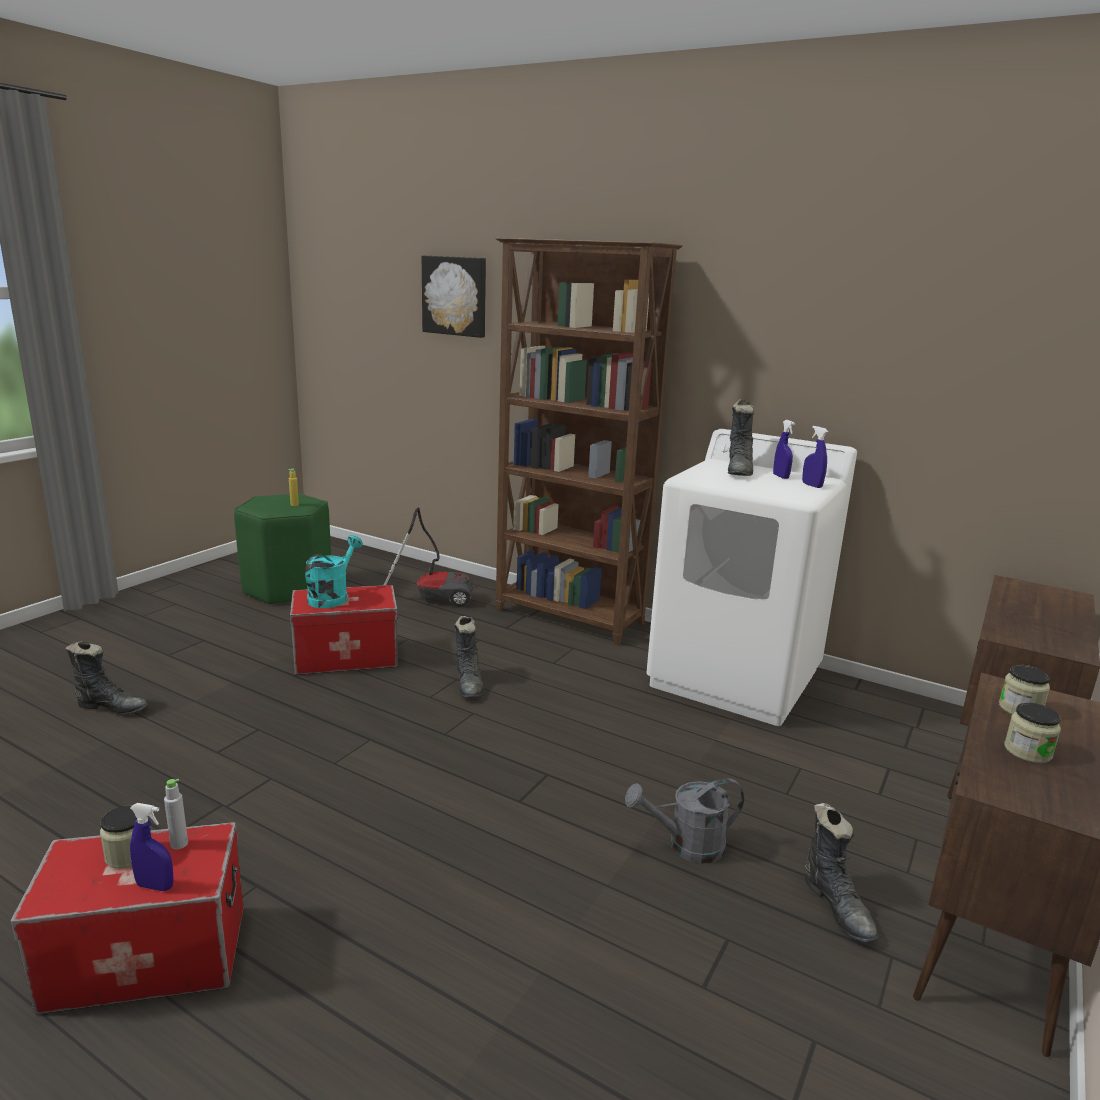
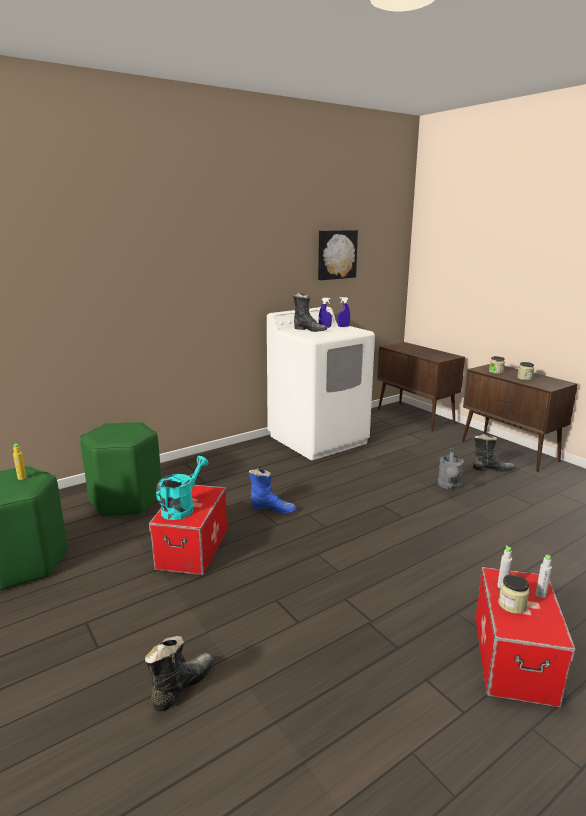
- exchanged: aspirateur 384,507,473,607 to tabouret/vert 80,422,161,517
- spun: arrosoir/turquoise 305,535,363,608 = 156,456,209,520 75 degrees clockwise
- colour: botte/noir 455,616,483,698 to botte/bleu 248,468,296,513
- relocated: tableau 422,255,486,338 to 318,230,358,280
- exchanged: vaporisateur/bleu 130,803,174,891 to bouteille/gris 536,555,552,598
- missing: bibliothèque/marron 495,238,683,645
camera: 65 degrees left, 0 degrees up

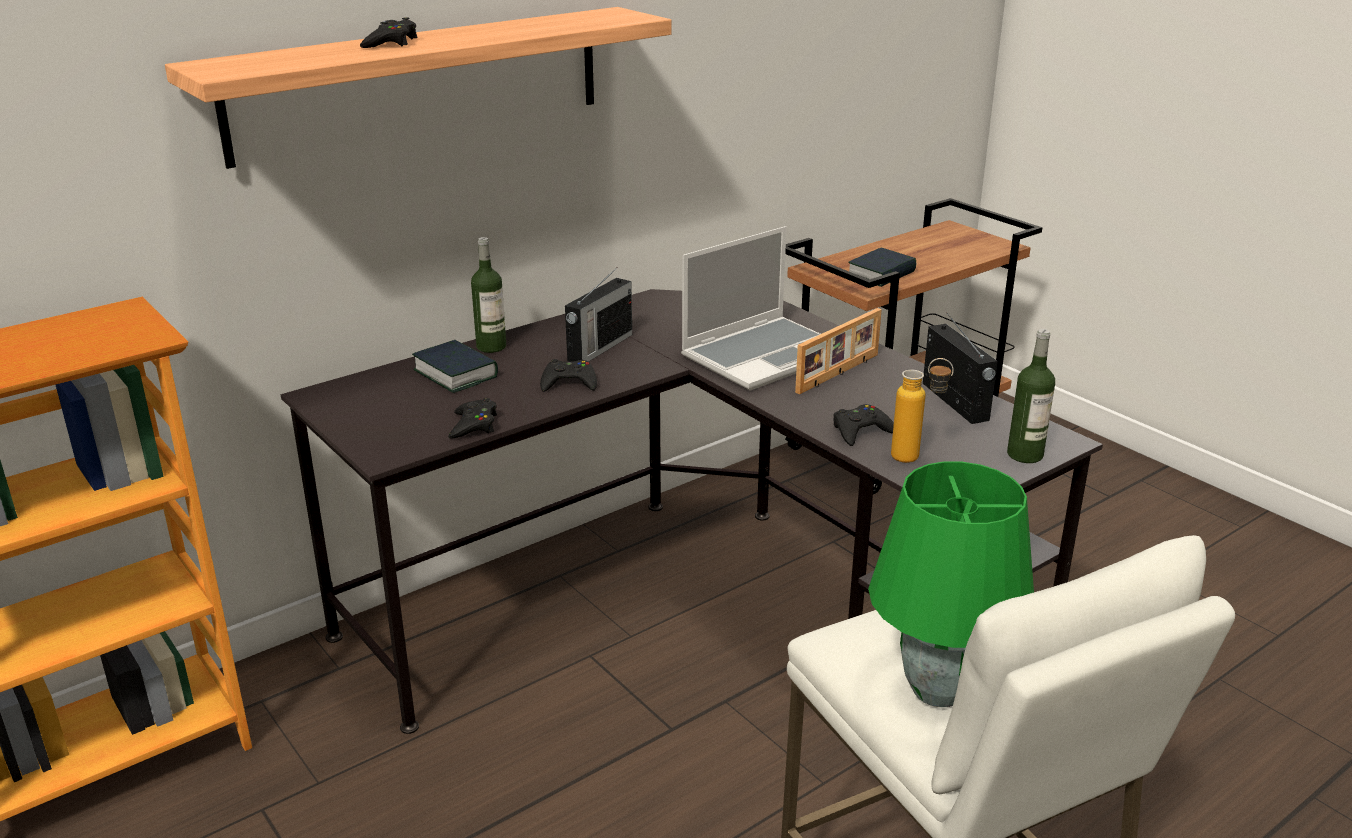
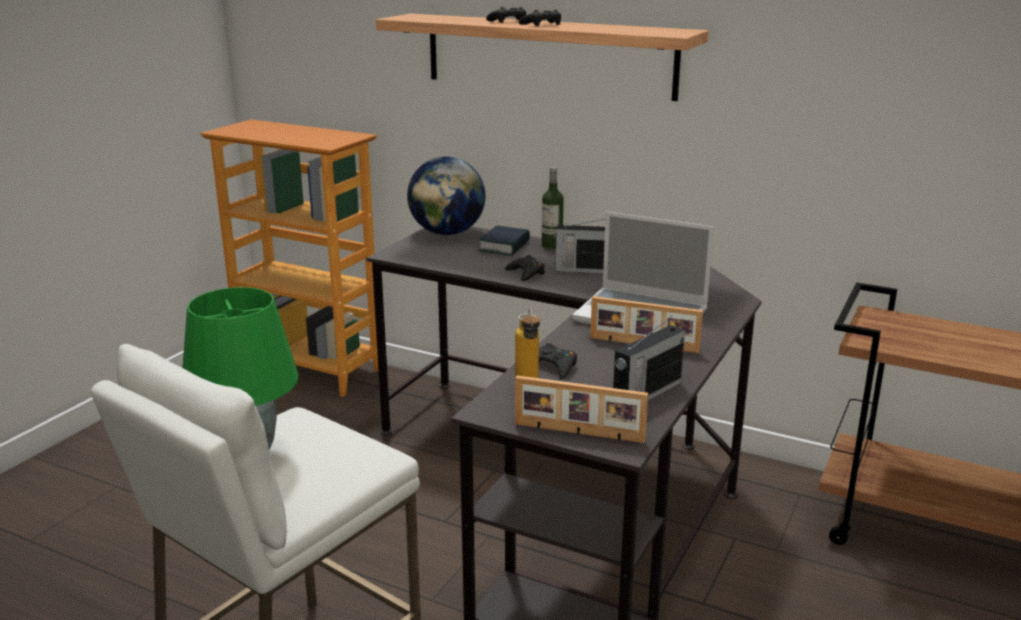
- appeared: globe 407,157,486,235
- exchanged: bouteille 1007,329,1055,463 to cadre photo 515,375,648,443
- relocated: manette/noir 448,398,497,439 to 518,10,561,26
- missing: livre 848,248,916,287
camera: 65 degrees right, 5 degrees down

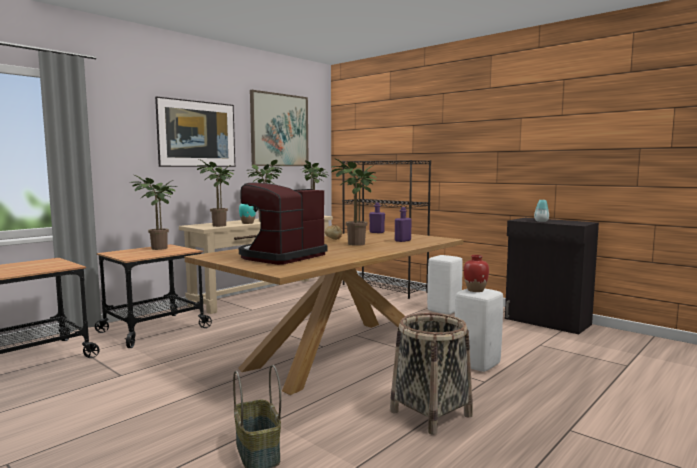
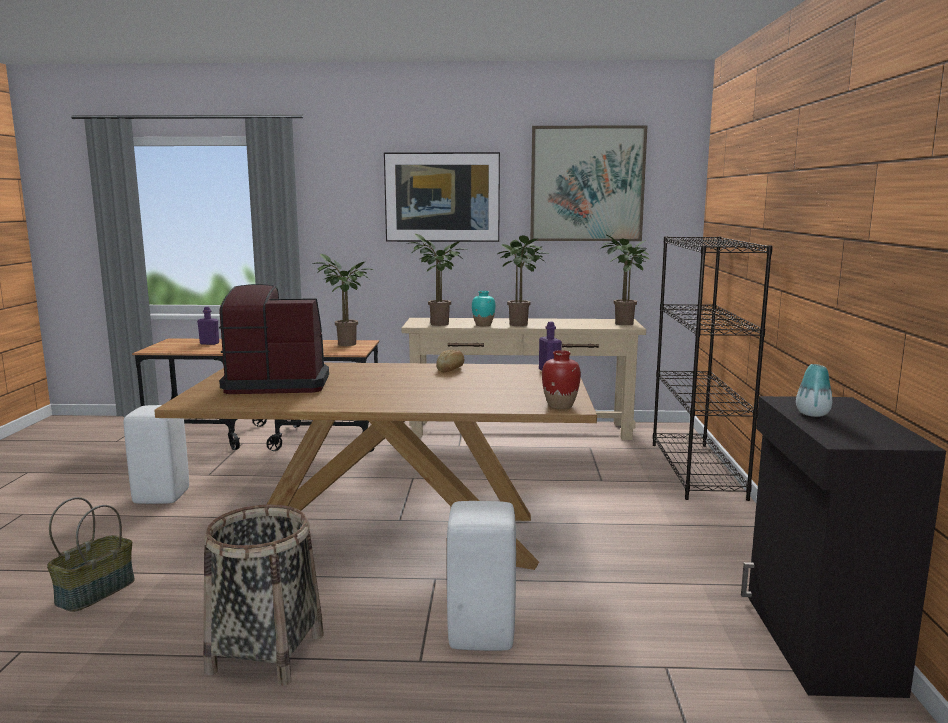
- relocated: tabouret/blanc 427,255,463,314 to 124,405,189,504
- relocated: bouteille/violet 395,207,412,242 to 197,307,219,345
- relocated: vase/rouge 464,255,489,292 to 542,350,581,409
- missing: plante en pot 331,158,377,246
camera: 50 degrees right, 5 degrees up

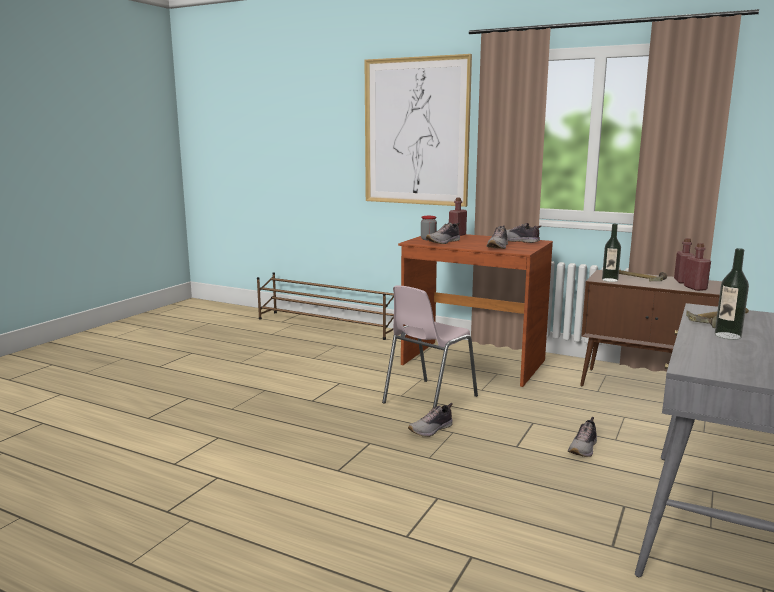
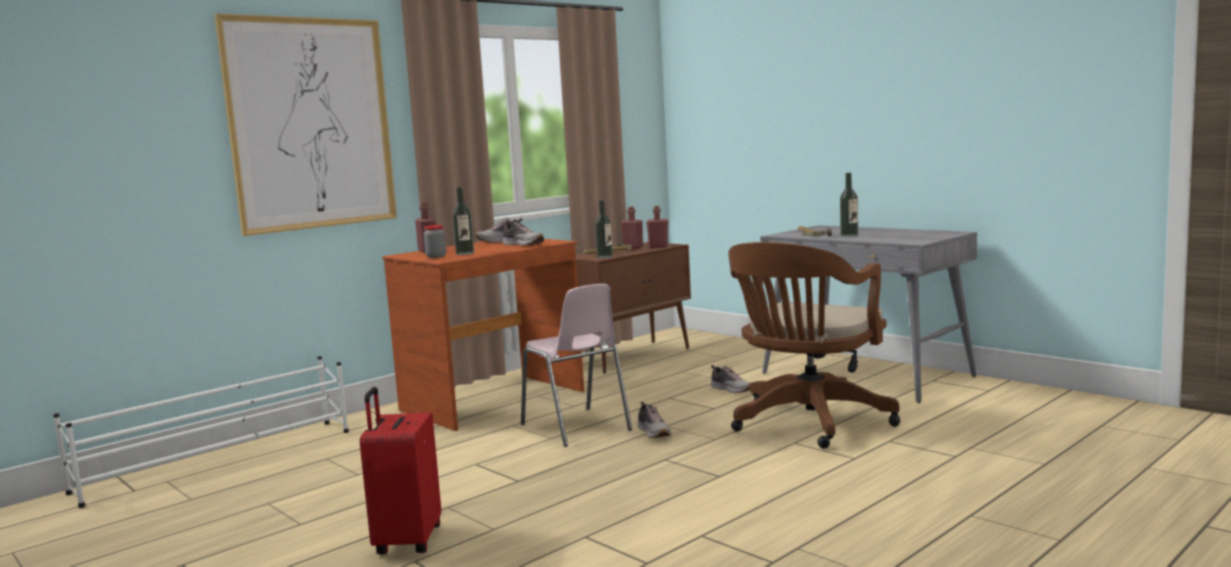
- colour: étagère à chaussures/marron 257,272,394,340 to étagère à chaussures/blanc 53,356,349,508
- appeared: valise/rouge 360,387,441,555
- exchanged: chaussure 426,222,460,244 to bouteille 453,187,474,255
- appeared: chaise de bureau/marron 728,242,900,449
camera: 70 degrees left, 5 degrees down

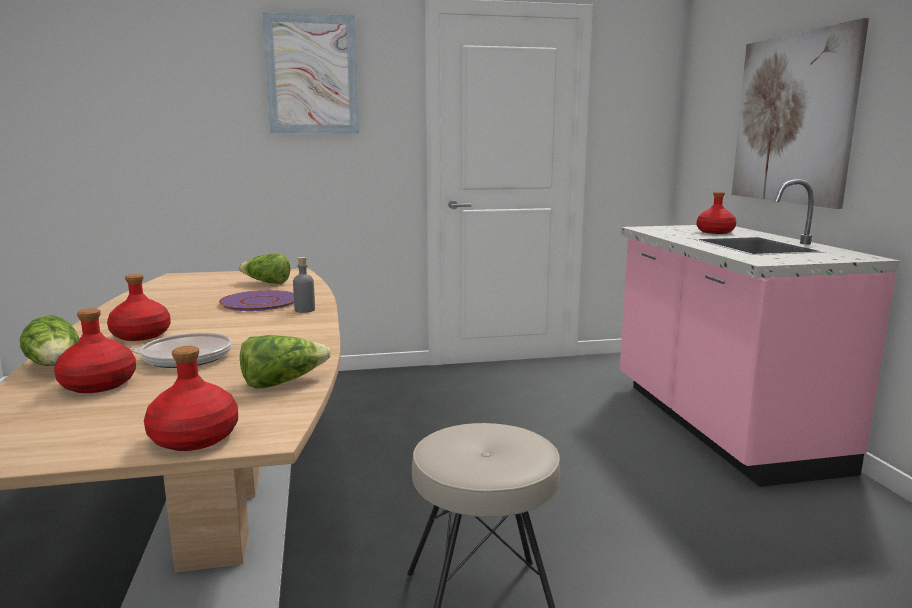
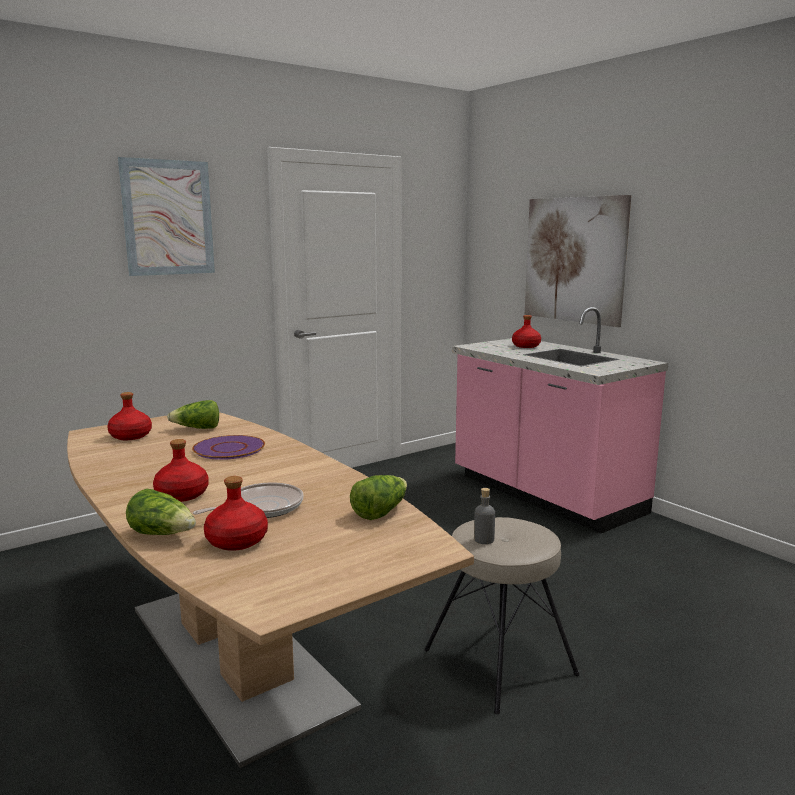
- relocated: bouteille/rouge 144,346,238,451 to 107,392,152,440
- relocated: bouteille/gris 293,257,315,313 to 474,488,495,544
camera: 25 degrees left, 0 degrees up

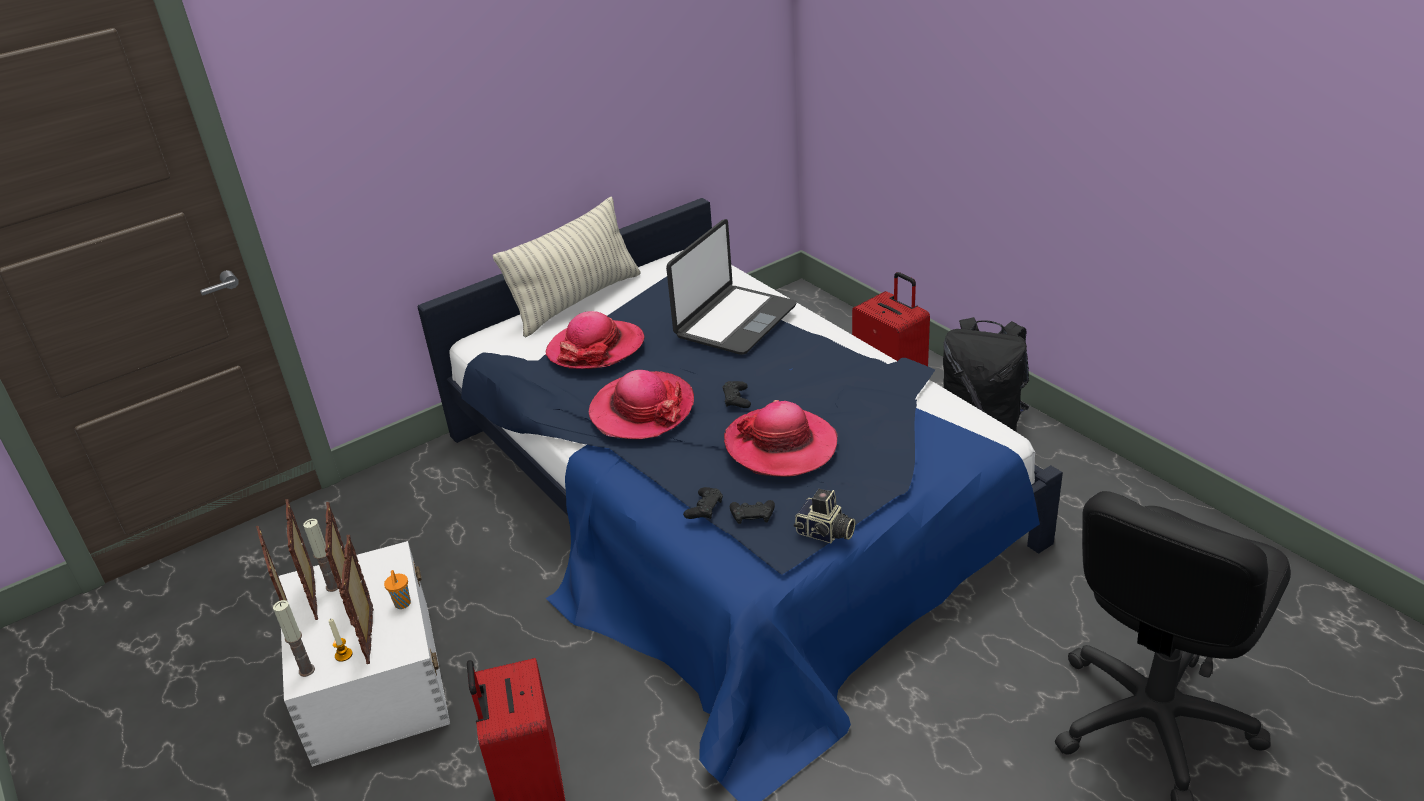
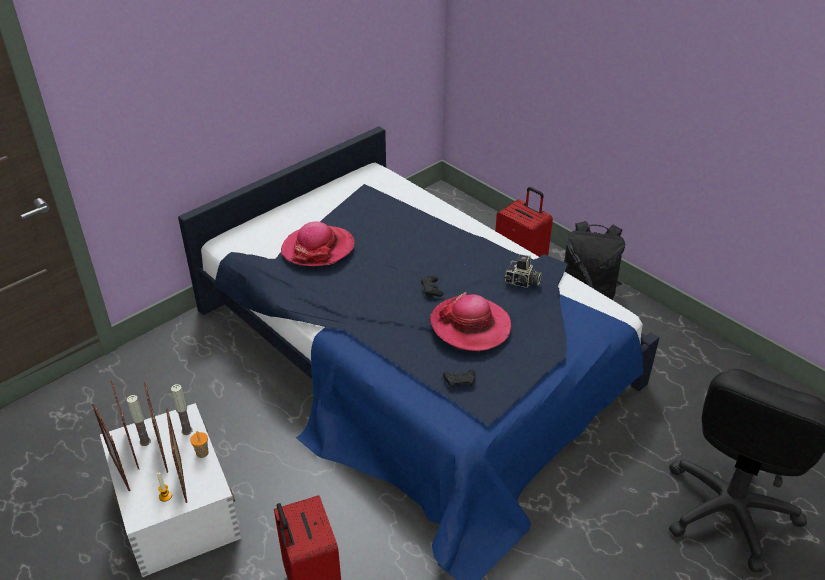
- relocated: bougie 273,600,315,677 to 171,384,193,435
- relocated: appareil photo 794,489,856,543 to 504,255,542,288
- missing: coussin 493,197,641,337
- missing: chapeau 589,370,694,439
- missing: ordinateur portable 666,219,797,355
- missing: manette/noir 683,487,723,519
camera: 10 degrees left, 5 degrees up

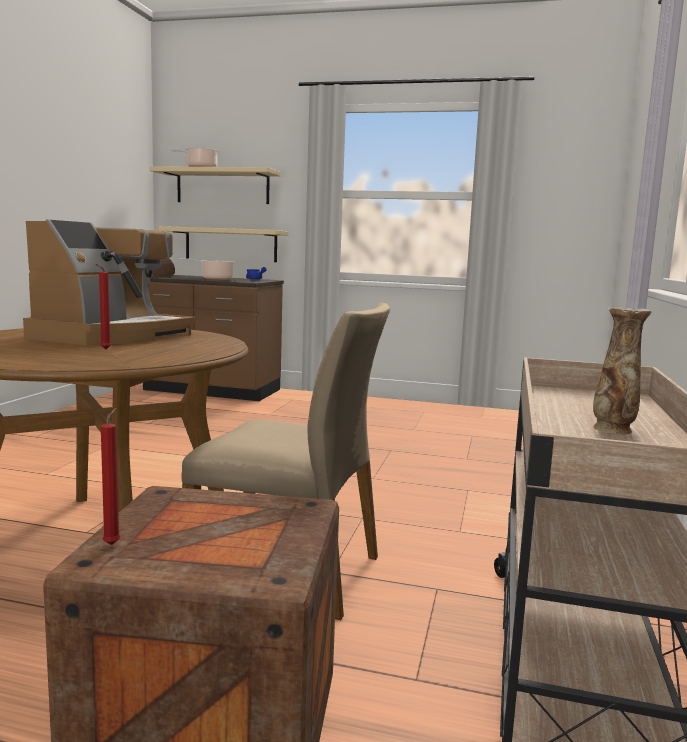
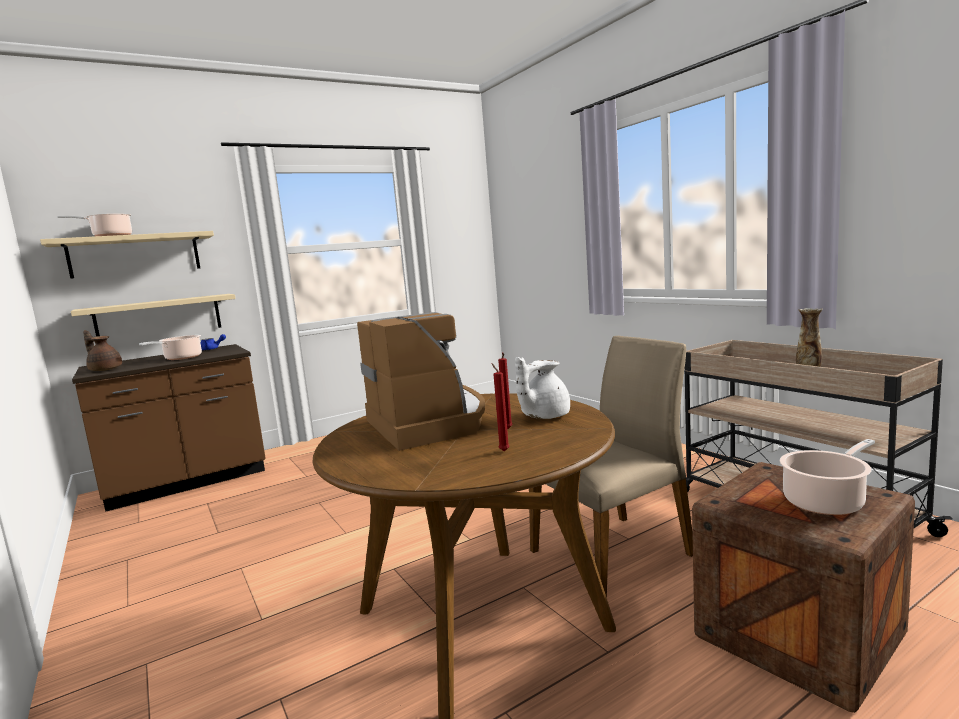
- relocated: bougie/rouge 101,408,121,545 to 491,363,510,452
- appeared: théière/blanc 515,357,570,419
- appeared: marmite 780,439,875,515
camera: 45 degrees left, 0 degrees up

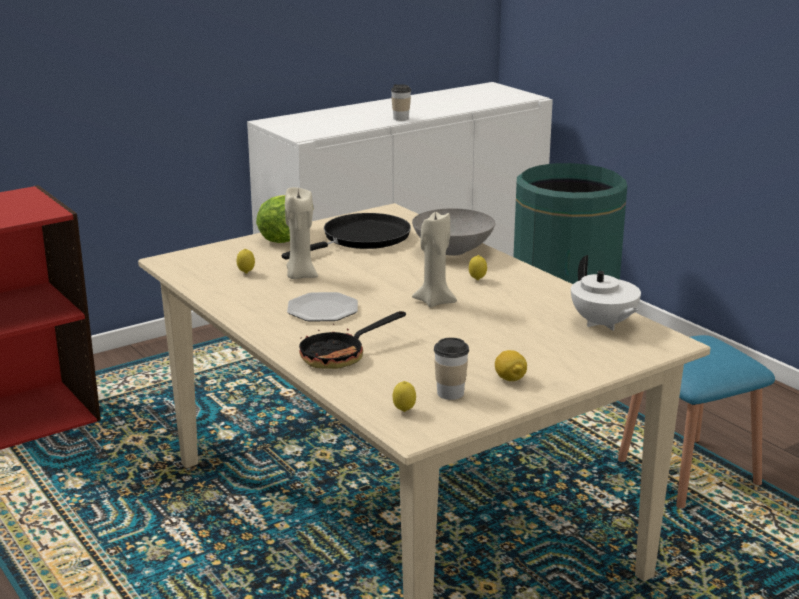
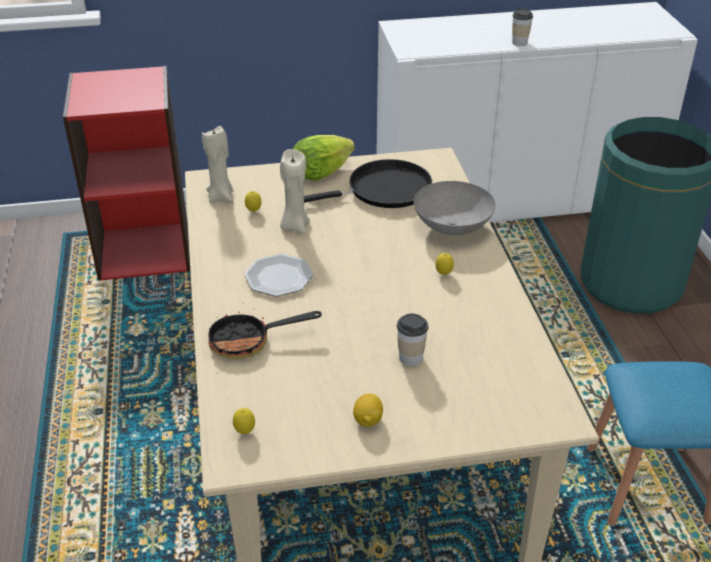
- relocated: bougie/beige 412,210,457,308 to 202,126,233,203
- relocated: tasse 434,338,469,400 to 397,313,428,366
- missing: théière/blanc 571,255,641,331
camera: 25 degrees right, 15 degrees up

